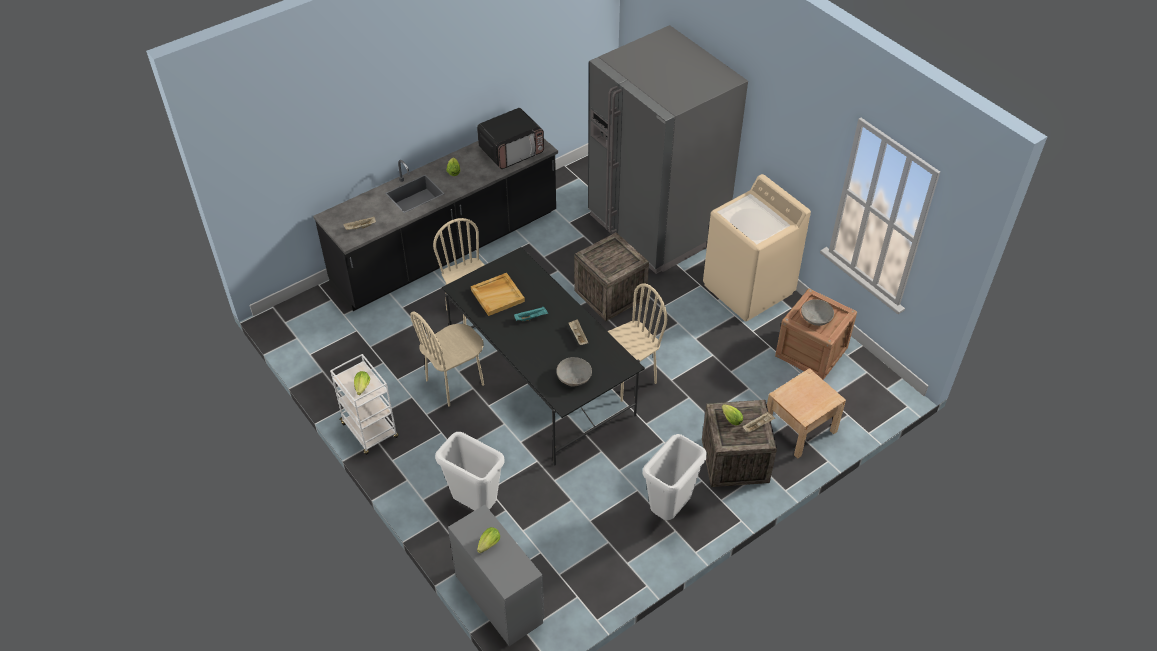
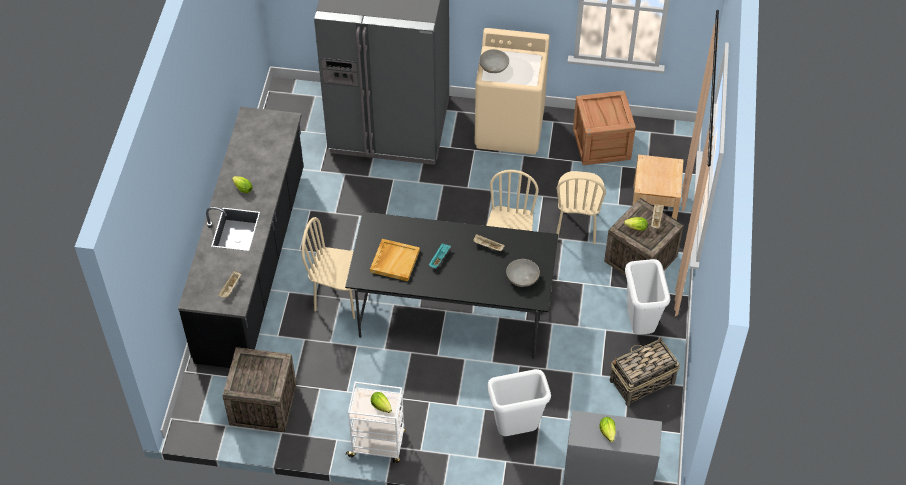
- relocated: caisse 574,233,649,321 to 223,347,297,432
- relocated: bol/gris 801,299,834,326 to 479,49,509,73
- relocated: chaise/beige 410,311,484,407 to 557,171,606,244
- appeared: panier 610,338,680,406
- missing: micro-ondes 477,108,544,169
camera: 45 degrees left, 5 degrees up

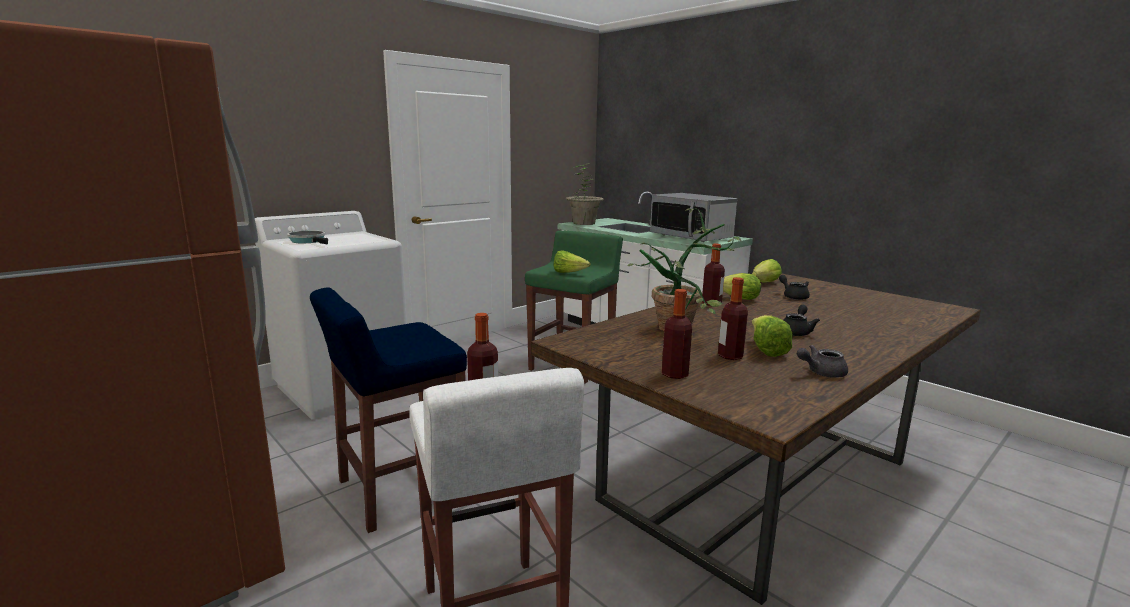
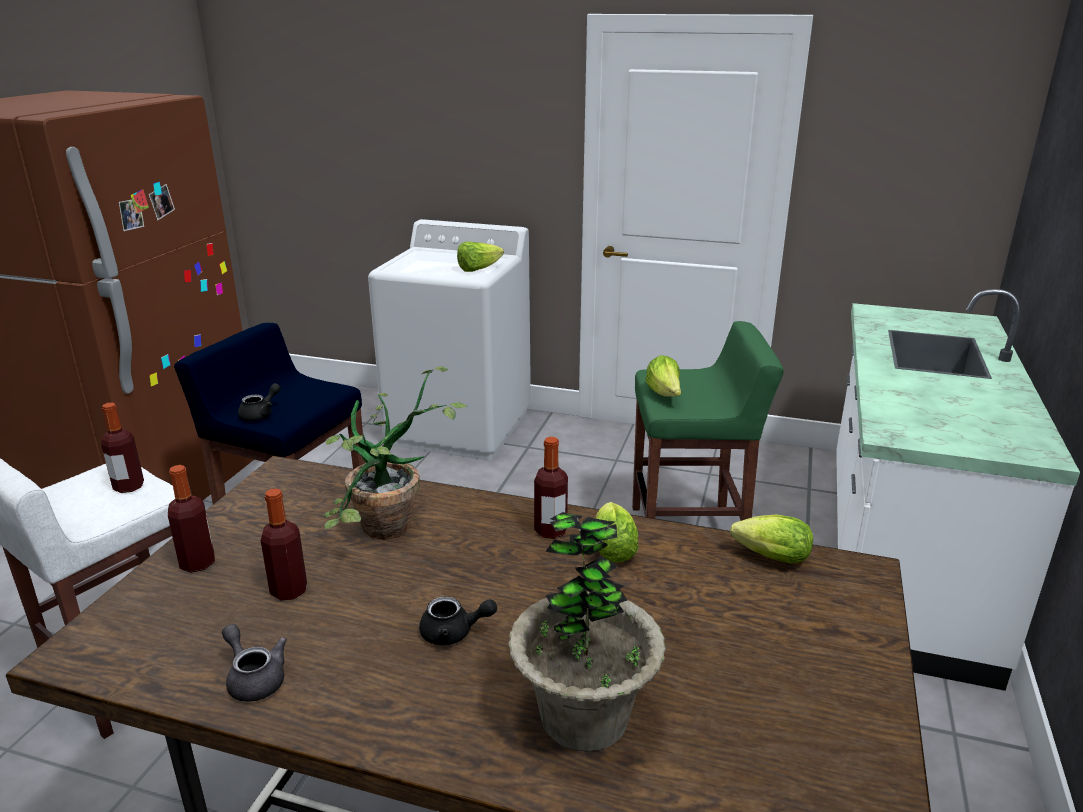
- relocated: théière/noir 779,275,810,300 to 238,383,281,421
- relocated: laitue 752,315,793,357 to 457,241,504,272
- relocated: plante en pot 566,163,604,225 to 508,512,666,752
- missing: poêle 287,230,328,244
- missing: micro-ondes 650,193,737,242
camera: 60 degrees right, 10 degrees up

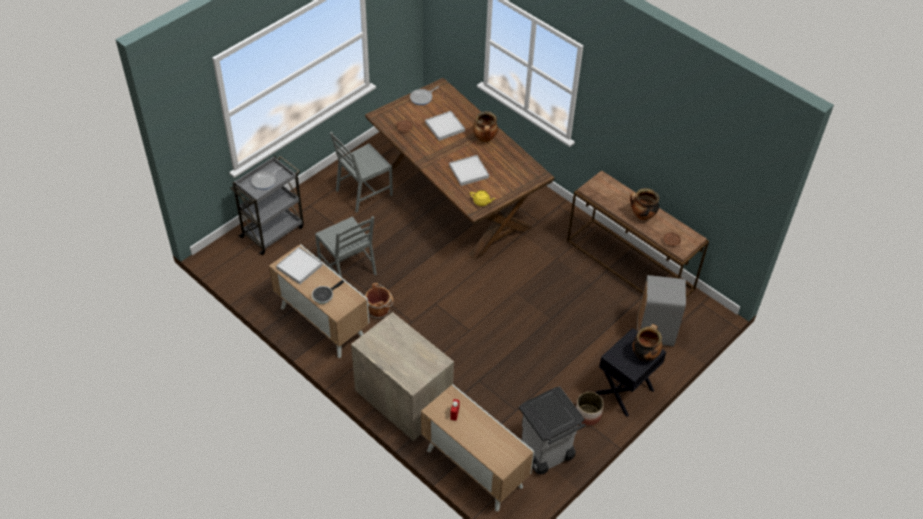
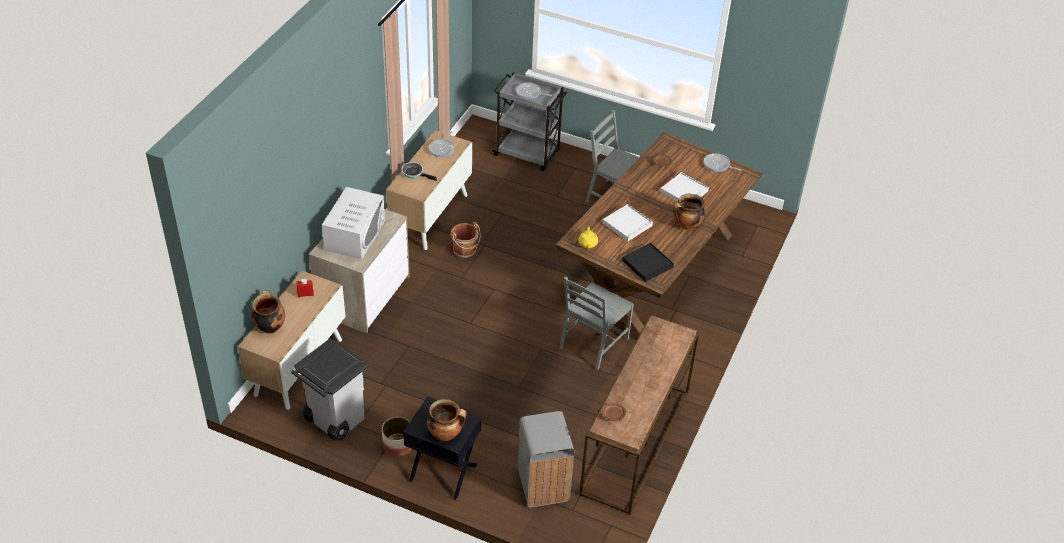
- relocated: marmite 630,188,659,220 to 252,291,285,334
- appeared: micro-ondes/blanc 322,187,385,259
- exchanged: plateau/blanc 276,247,323,284 to poêle 429,131,455,157
- relocated: chaise/gris 315,216,377,277 to 559,276,634,370
- appeared: plateau/noir 622,243,674,282
camera: 70 degrees right, 5 degrees down

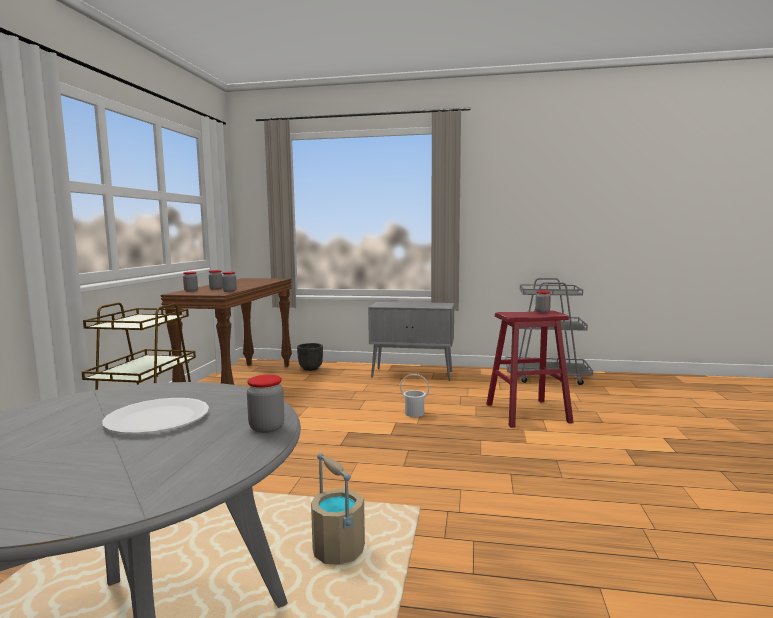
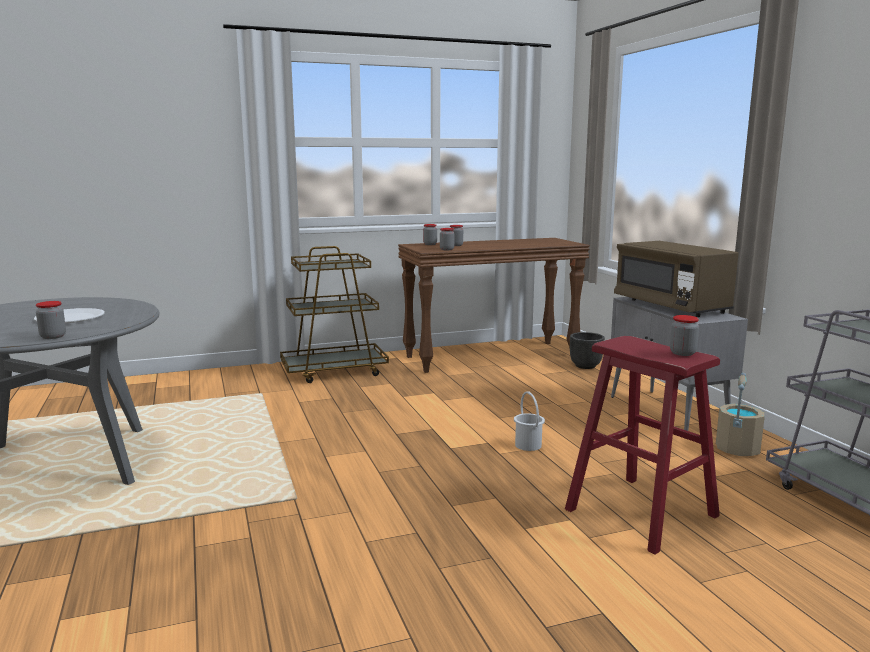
- appeared: micro-ondes/marron 614,241,739,317
- relocated: seau/beige 311,453,365,565 to 716,373,765,456
camera: 60 degrees right, 5 degrees up

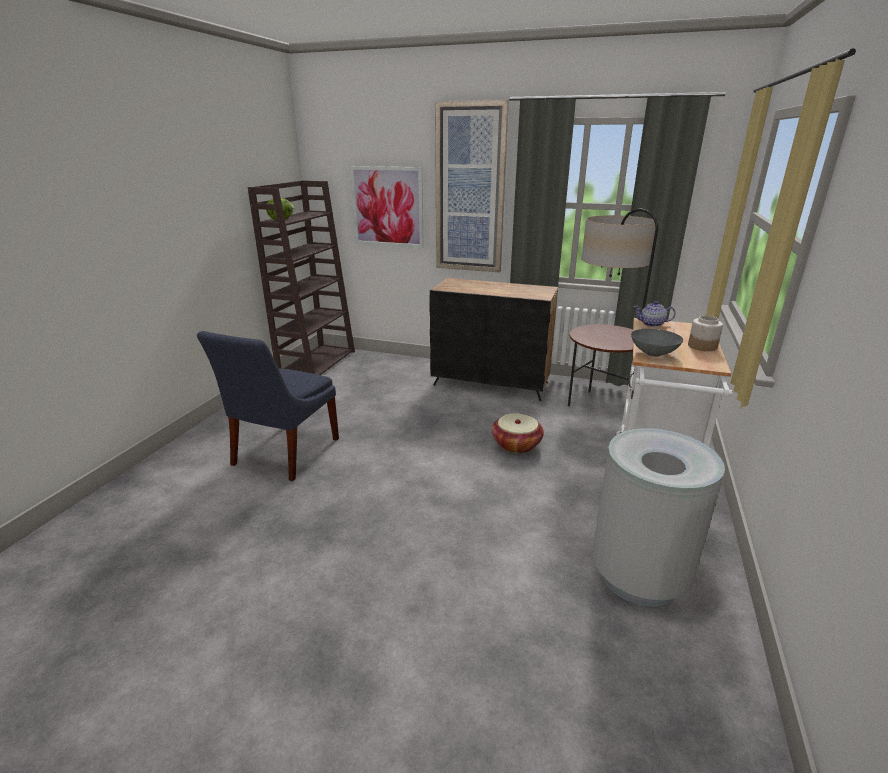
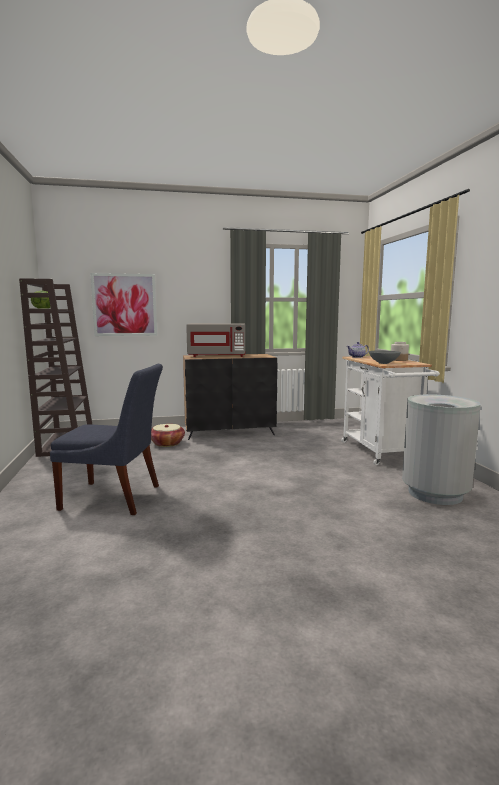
- spun: chaise/bleu 197,331,339,481 = 50,364,163,515 75 degrees counterclockwise
- relocated: panier 492,413,544,453 to 151,424,185,447
- appeared: micro-ondes/gris 186,323,245,357
- missing: tableau 435,100,509,272
- missing: lampadaire 568,209,658,406
camera: 30 degrees left, 15 degrees down

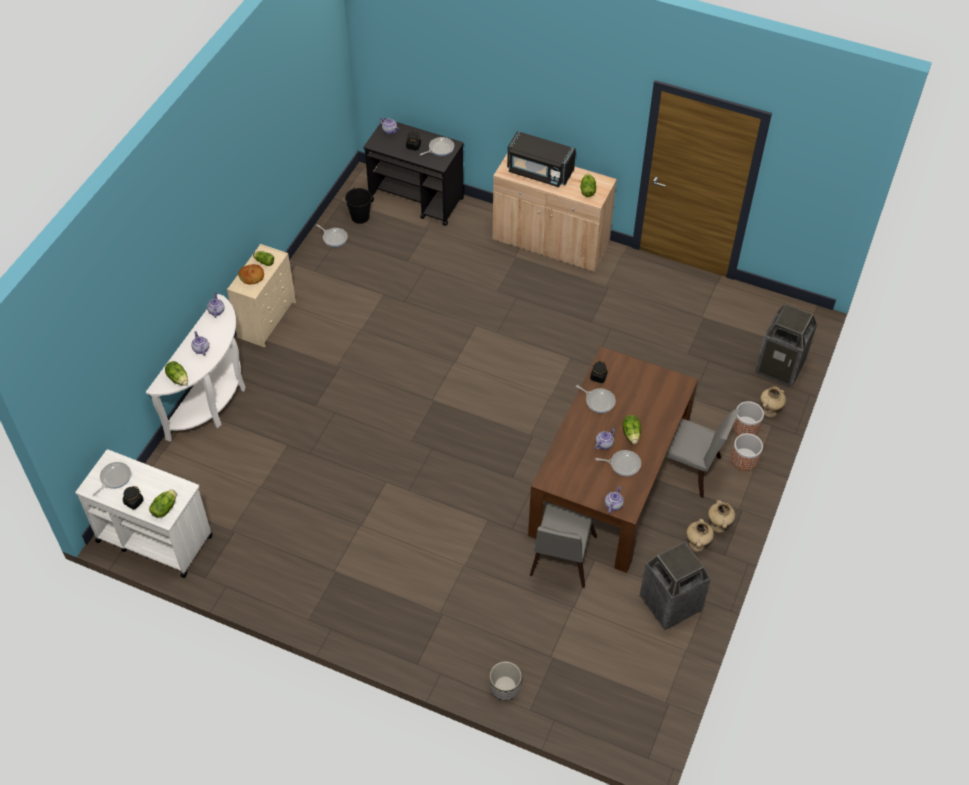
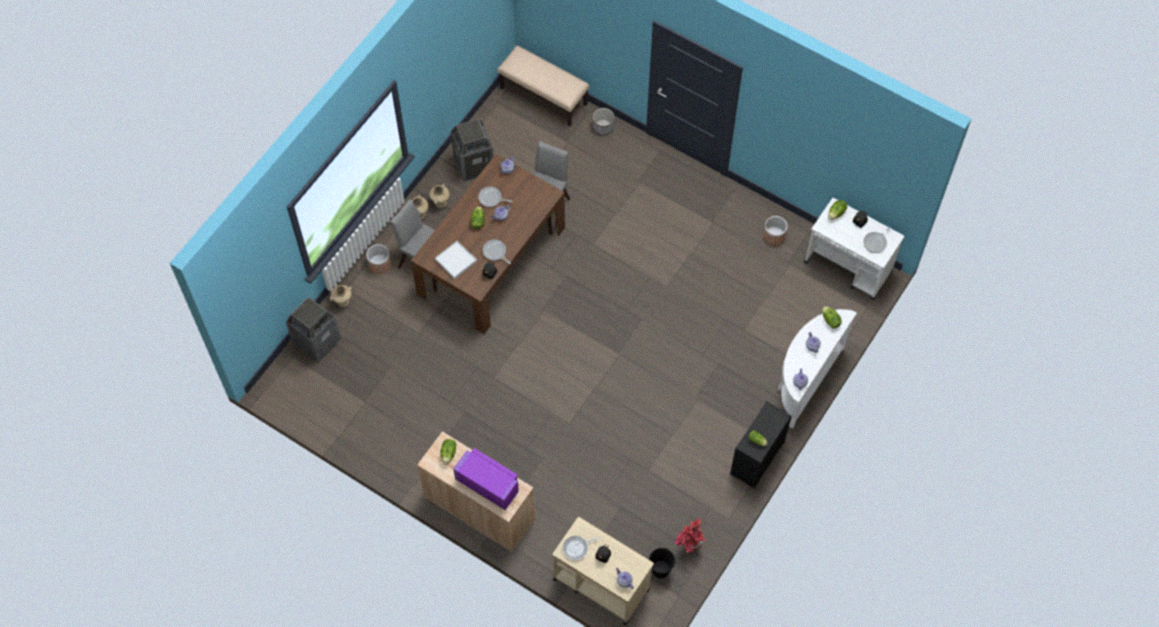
- appeared: plateau/blanc 435,240,477,279
- colour: micro-ondes/noir 507,131,576,187 to micro-ondes/violet 453,448,519,510
- appeared: banc/beige 497,45,589,126
- colour: chariot/noir 364,118,464,226 to chariot/beige 552,517,654,626
- exchanged: poêle 316,225,348,247 to plante en pot 675,519,706,553
- colour: commode/beige 227,244,296,348 to commode/noir 730,401,792,488
- relocated: cache-pot 732,401,764,435 to 763,216,787,245
- missing: pain 238,264,264,285
camera: 170 degrees left, 10 degrees up

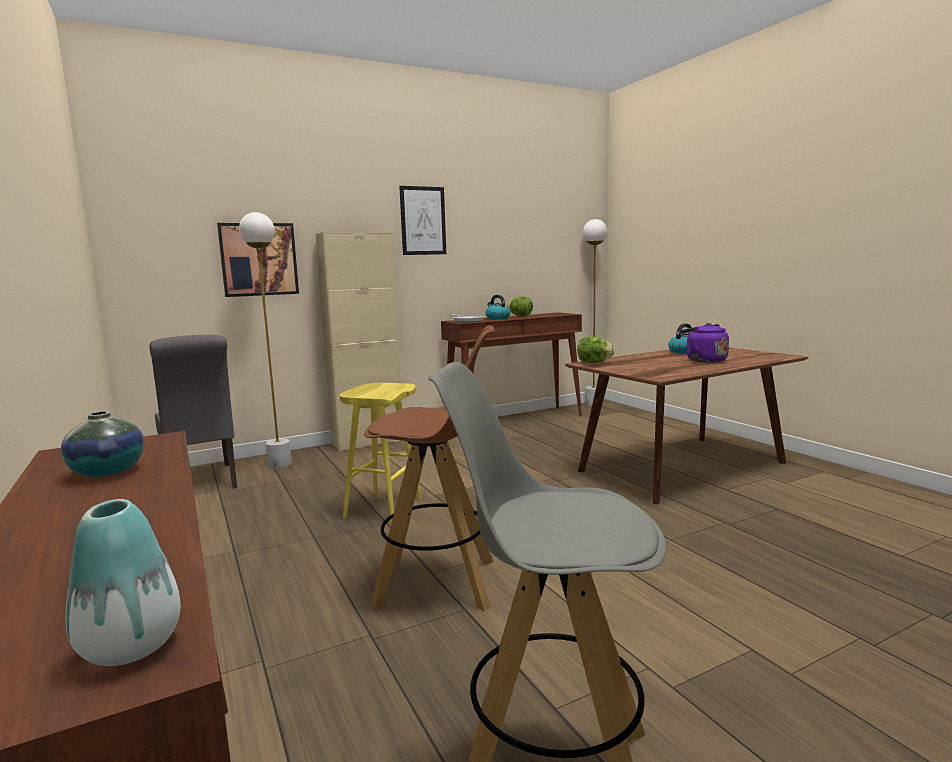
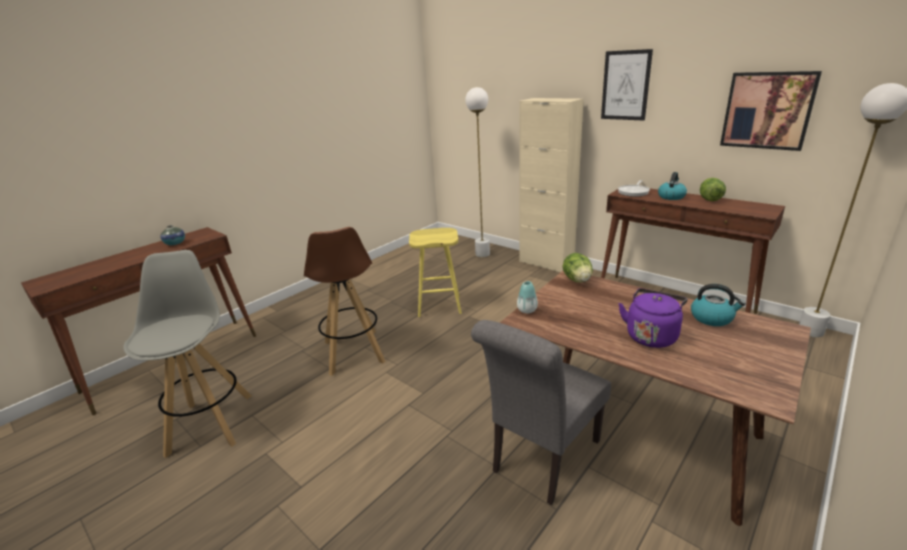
- relocated: chaise/gris 149,335,237,489 to 471,320,611,505
- relocated: vase 66,499,181,666 to 517,281,538,313
- relocated: tableau 217,223,299,297 to 720,71,822,151
camera: 70 degrees right, 15 degrees up

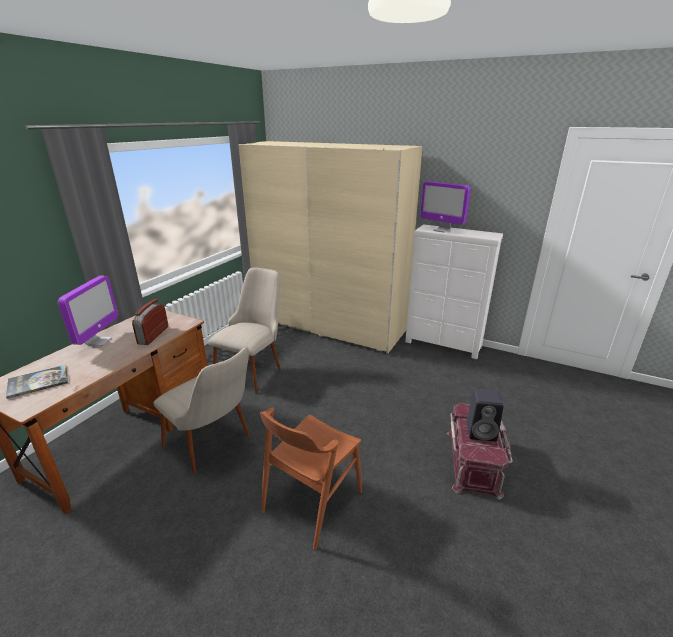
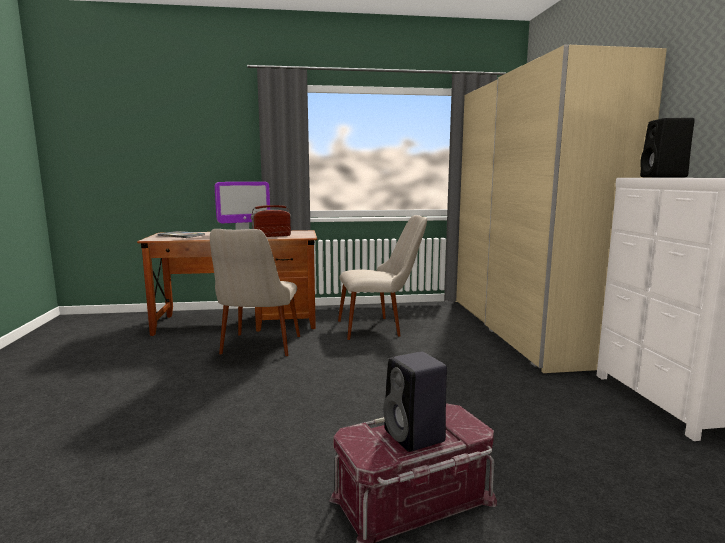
- exchanged: écran d'ordinateur 420,181,471,233 to enceinte/noir 640,118,695,178
- missing: chaise/marron 260,408,362,550
camera: 55 degrees right, 15 degrees down

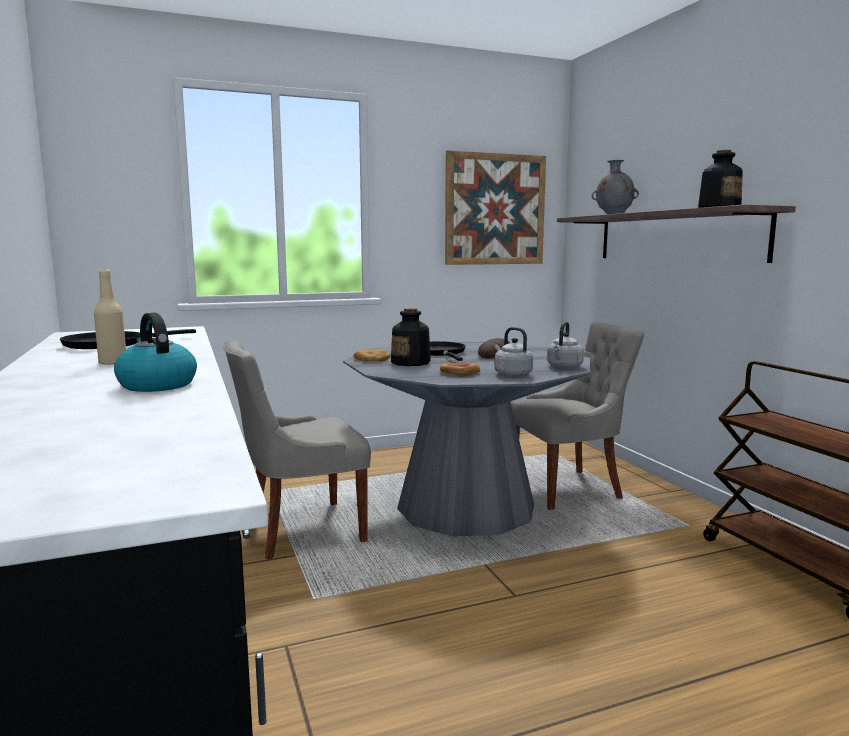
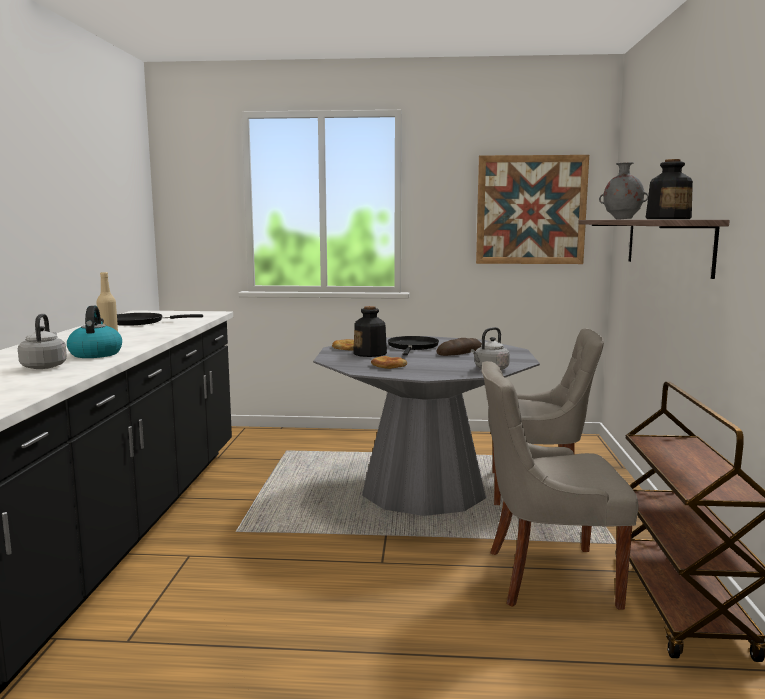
- relocated: bouilloire/gris 494,327,533,377 to 18,314,67,369
- relocated: chaise/gris 223,341,371,560 to 481,361,639,609
camera: 25 degrees right, 0 degrees up

